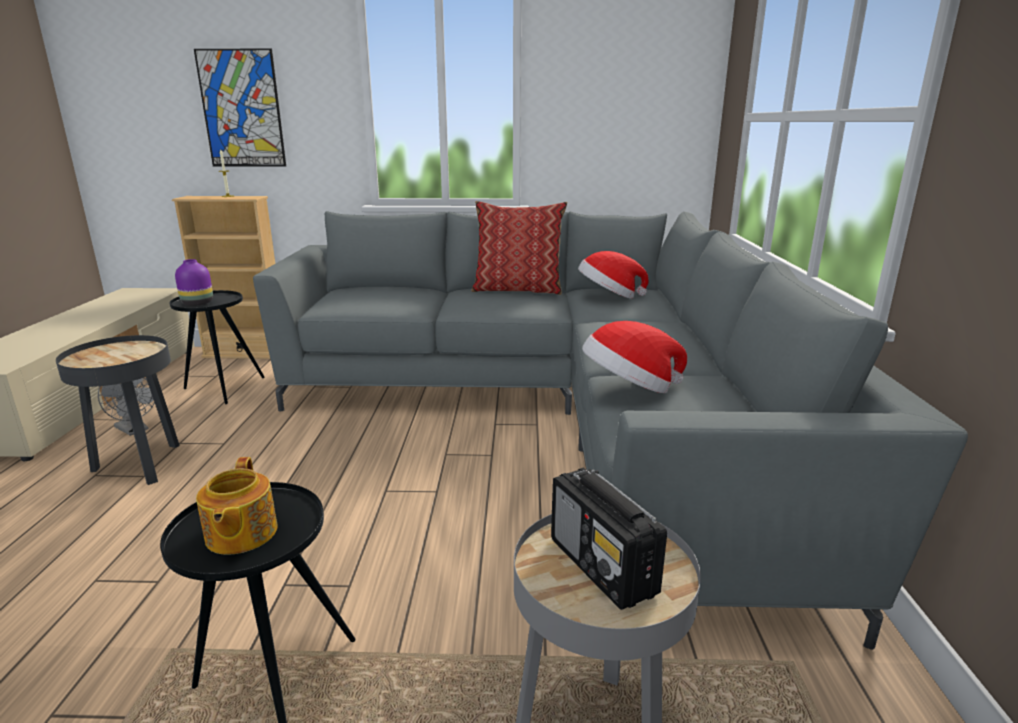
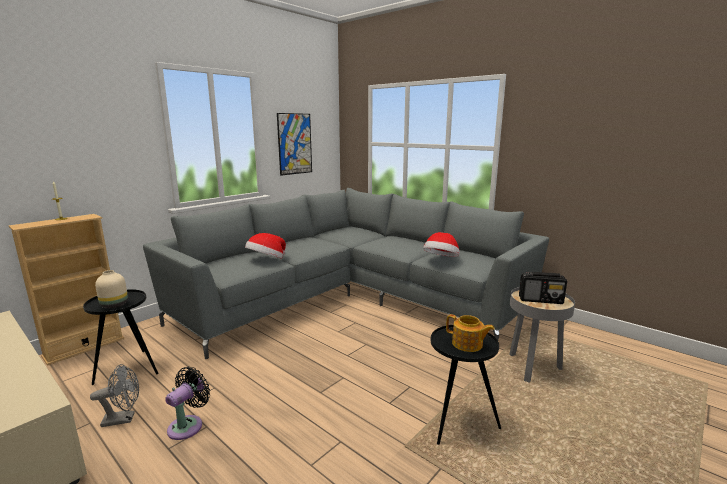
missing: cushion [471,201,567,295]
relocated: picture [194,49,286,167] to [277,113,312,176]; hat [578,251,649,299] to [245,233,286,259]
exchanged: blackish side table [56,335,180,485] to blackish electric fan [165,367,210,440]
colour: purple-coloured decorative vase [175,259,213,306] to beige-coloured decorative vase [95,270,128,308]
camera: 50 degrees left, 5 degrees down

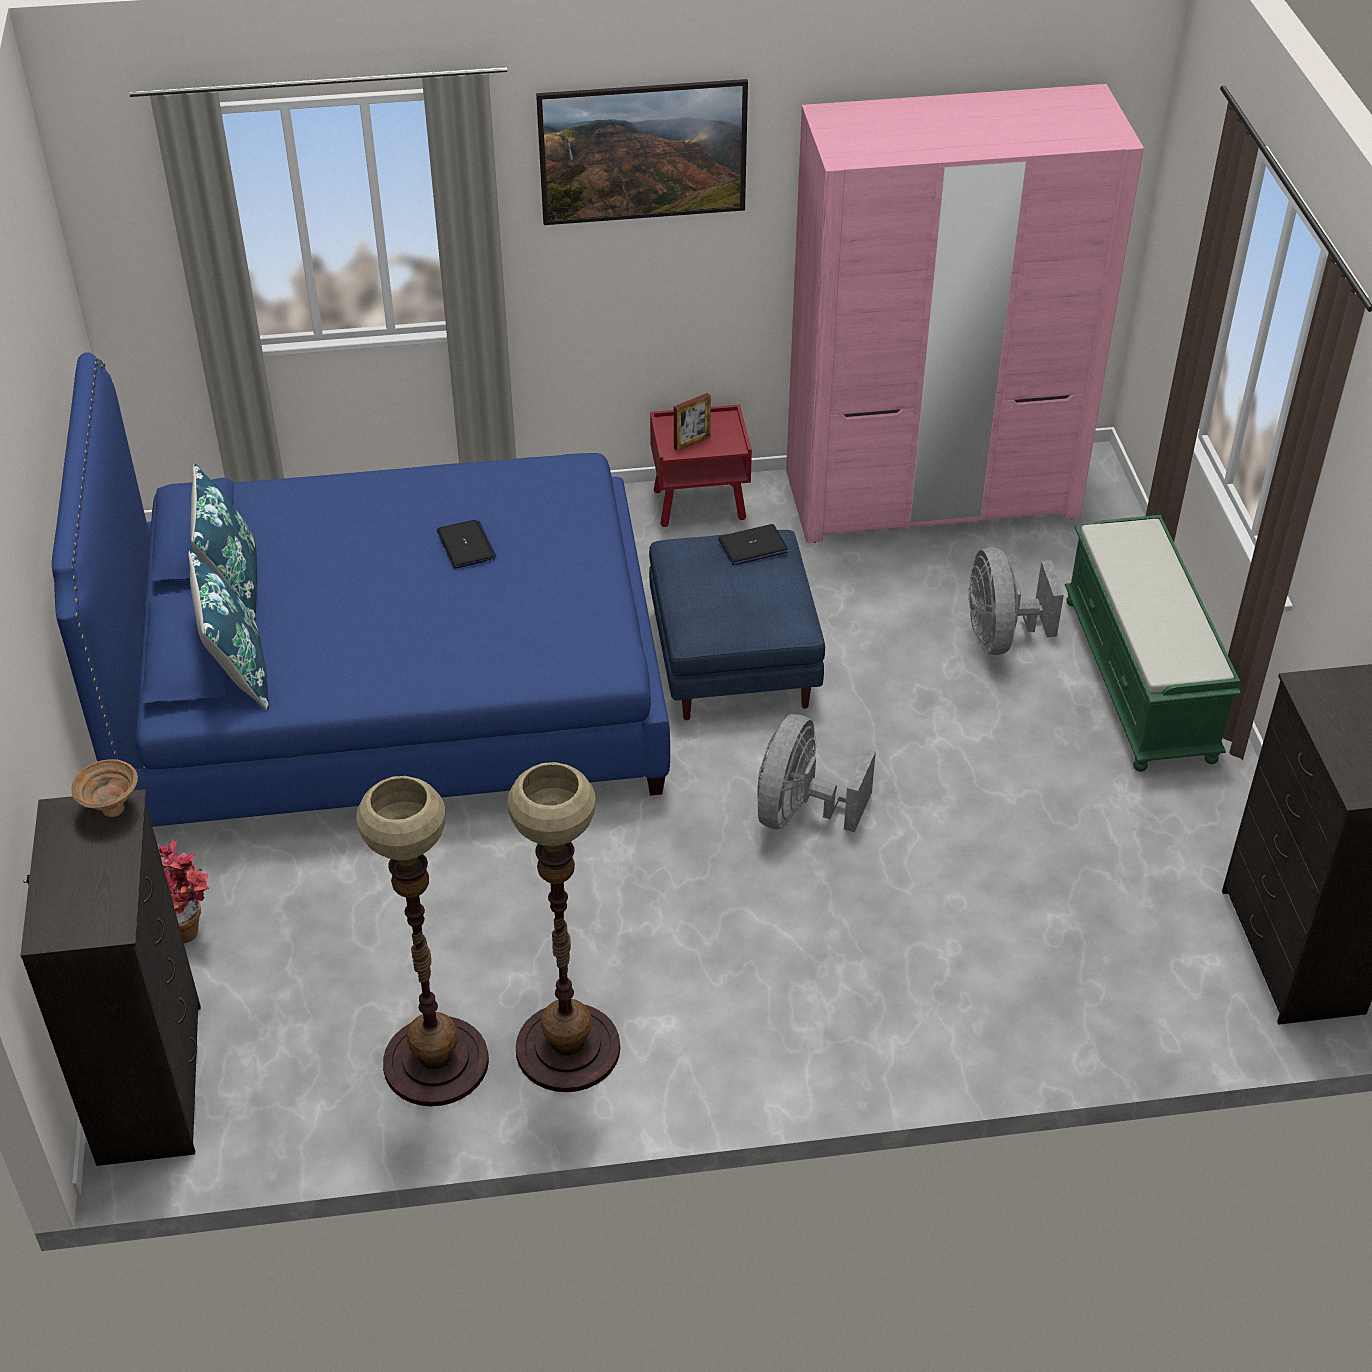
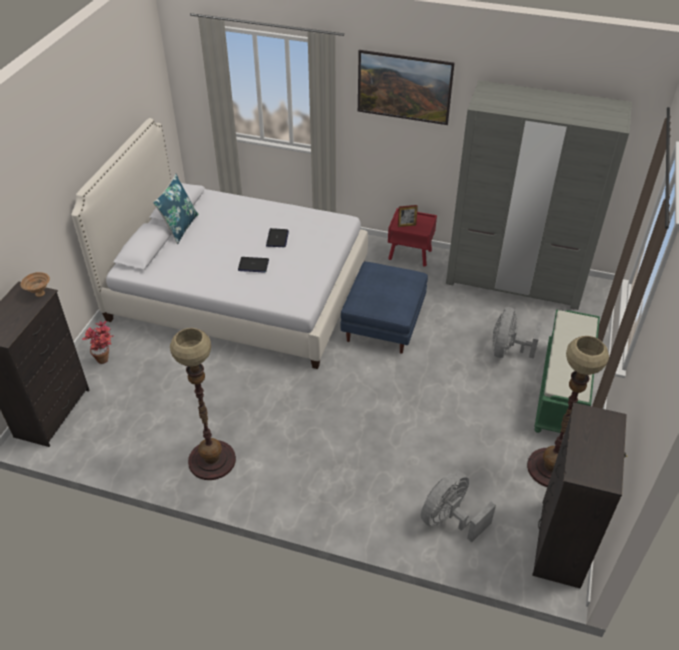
missing: bluish cushion [189,550,269,710]
relocated: portable computer [718,524,788,565] to [238,257,269,273]; greyish electric fan [757,714,876,832] to [421,471,496,542]; floor lamp [356,776,489,1106] to [527,336,609,487]
colour: pink clothes cupboard [786,84,1144,543] to greyish clothes cupboard [446,80,632,310]; bluish sleeping bed [52,352,670,827] to white sleeping bed [71,118,368,369]
camera: 25 degrees right, 0 degrees up

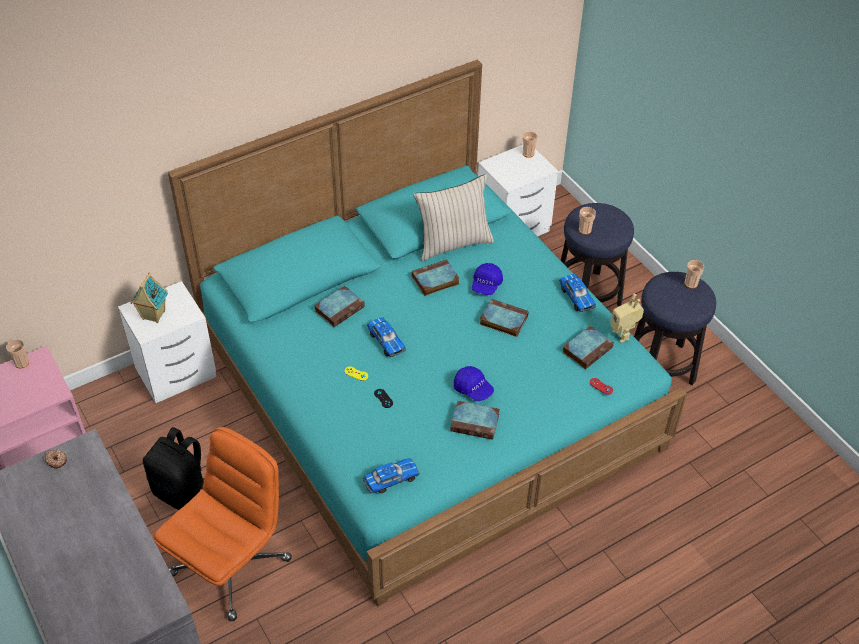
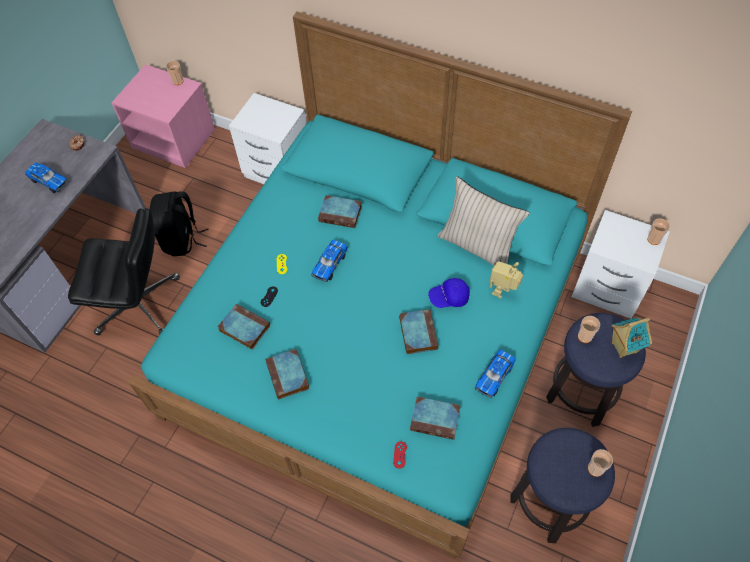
missing: bluish baseball cap [454,366,494,401]
relocated: volume [412,259,459,296] to [218,304,270,350]; model house [130,272,168,323] to [611,318,652,358]; model robot [610,293,644,343] to [490,261,523,299]; toy car [363,458,420,494] to [25,163,69,193]
colour: orangey computer chair [154,427,292,621] to blackish computer chair [68,208,180,335]
camera: 60 degrees right, 10 degrees up

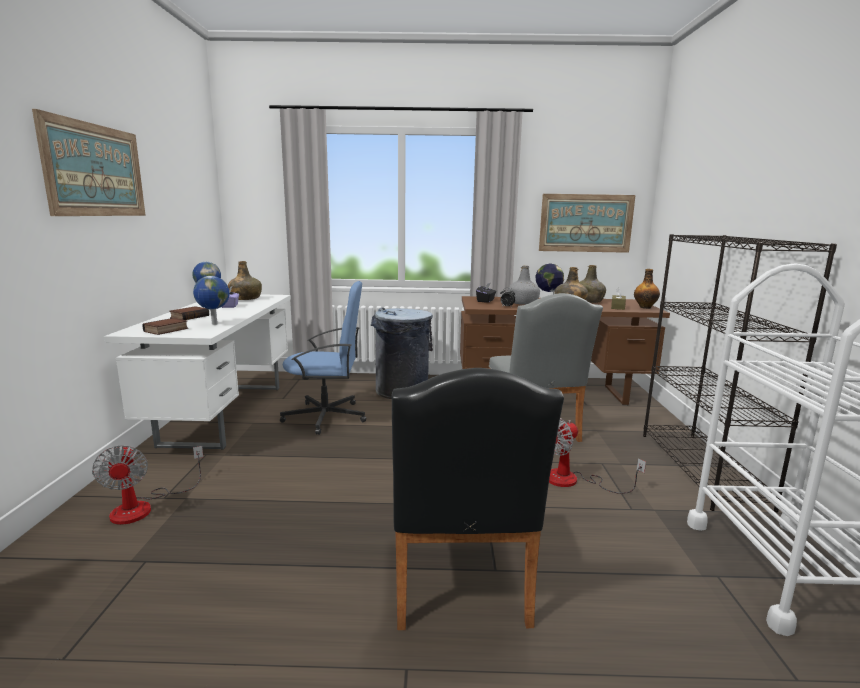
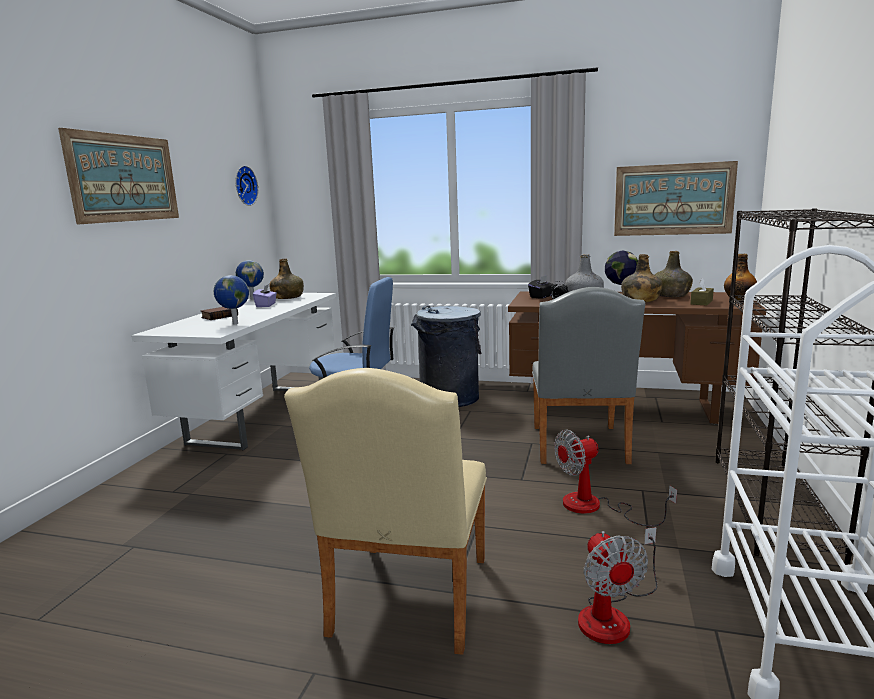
missing: volume [142,318,188,335]
appeared: clock on the wall [236,166,258,206]
relocated: electric fan [92,445,203,525] to [578,527,657,644]
colour: blackish plain chair [392,368,564,630] to beige-coloured plain chair [284,368,487,655]
camera: 15 degrees right, 0 degrees up

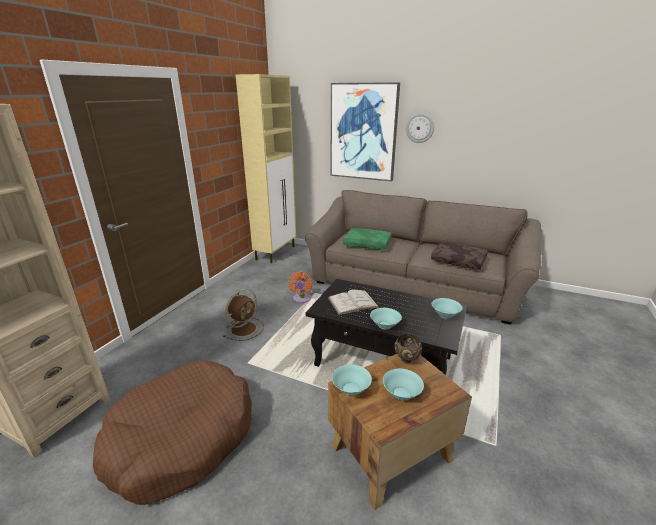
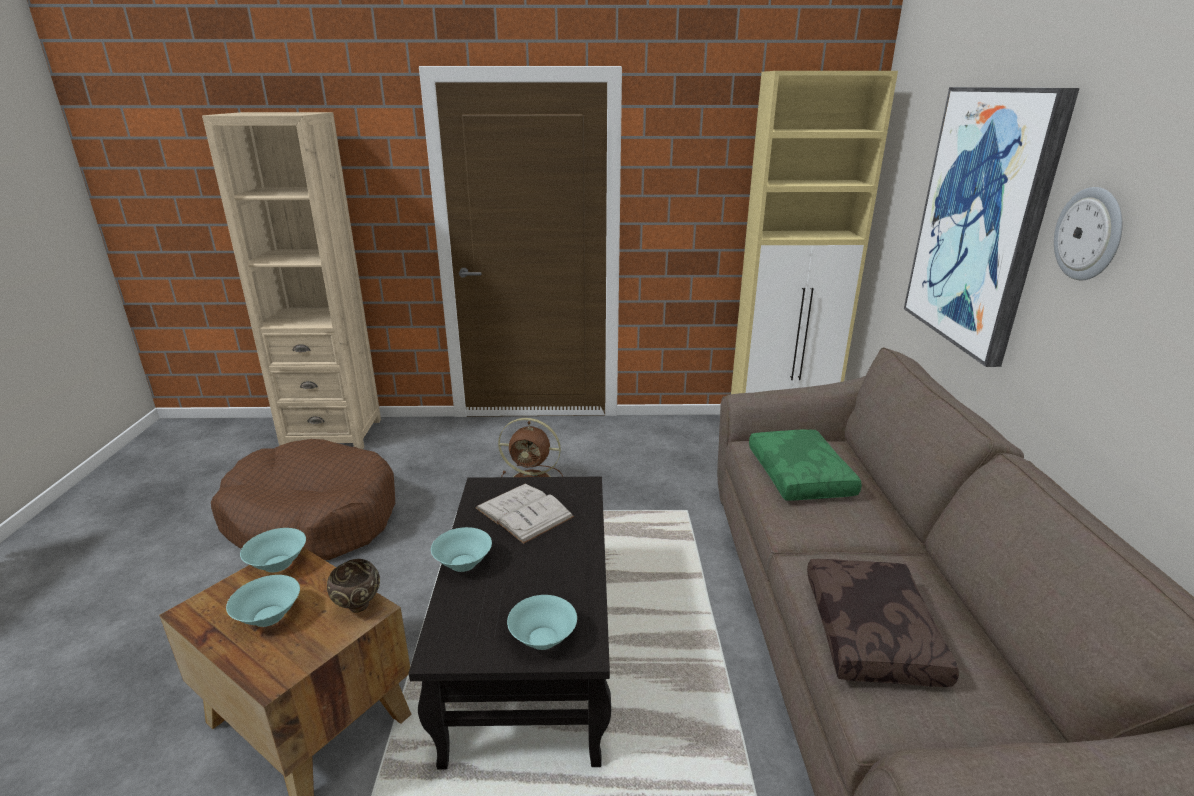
missing: orangey electric fan [288,272,313,303]
camera: 65 degrees right, 0 degrees up

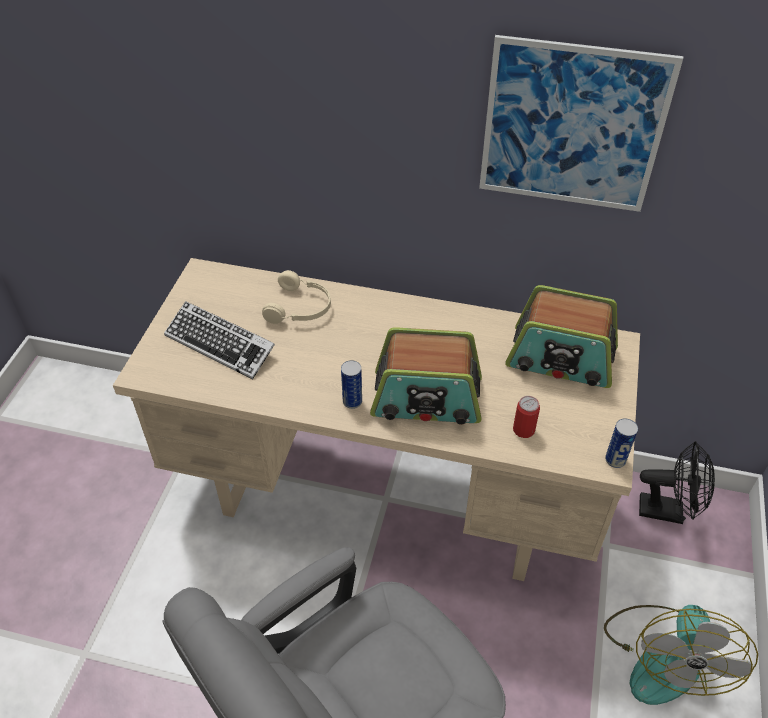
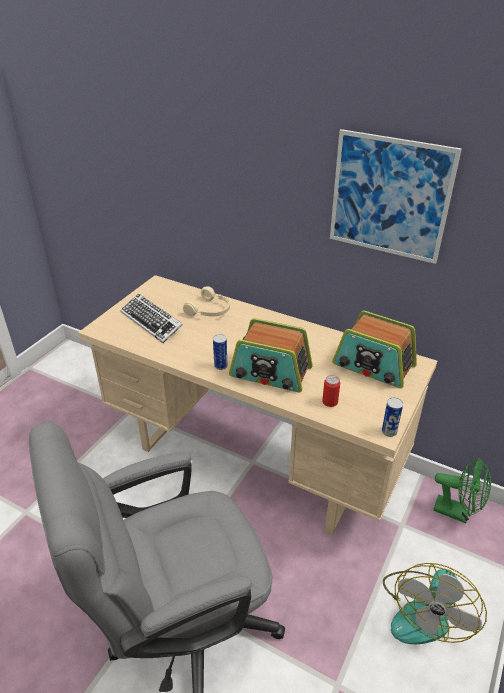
colour: blackish electric fan [639,441,715,524] to greenish electric fan [433,458,491,523]
camera: 15 degrees right, 10 degrees down

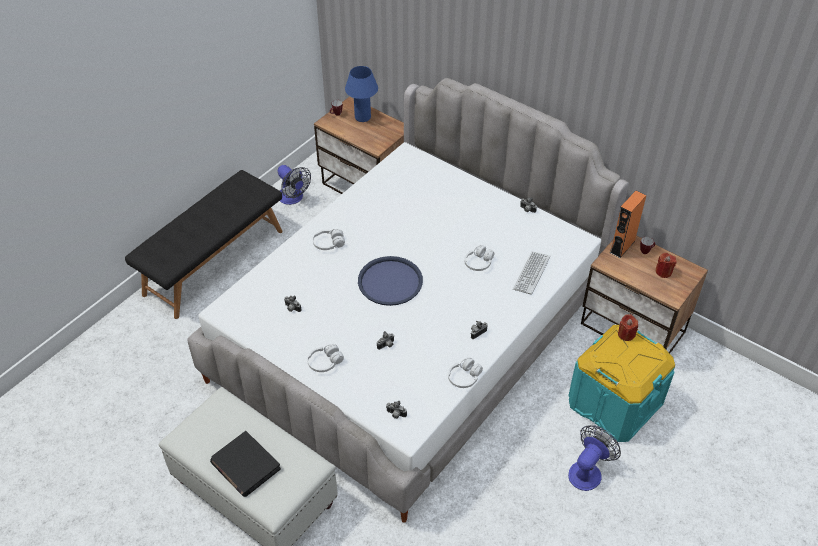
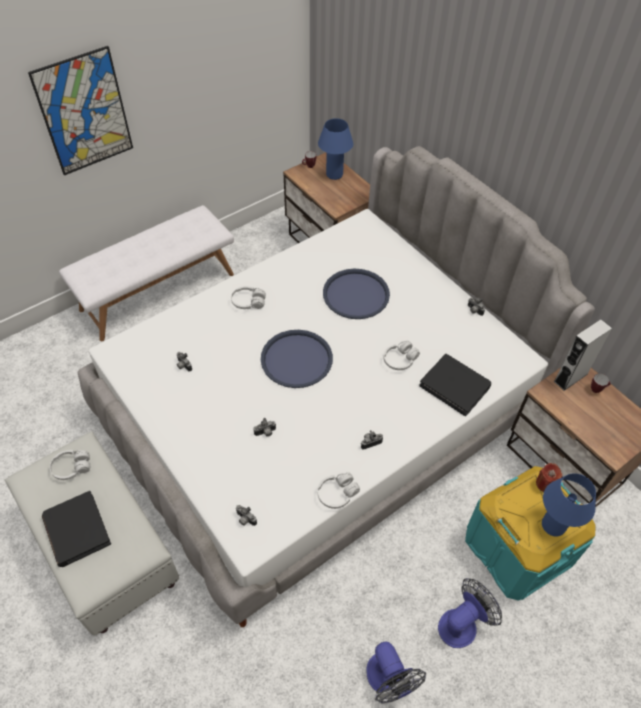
missing: reddish wax candle [656,253,676,278]
appeared: picture [28,46,133,175]; bluish carrying tray [323,269,390,319]; bluish table lamp [542,473,596,537]
relocated: electric fan [277,165,311,205] to [366,641,427,704]; white pair of headphones [307,344,344,372] to [50,450,90,480]
exchanged: keyboard [513,252,550,295] to blackish volume [419,354,491,416]
colour: blackish long seat [125,170,283,319] to white long seat [59,205,234,341]; orangey speaker [610,191,647,258] to greyish speaker [554,319,612,391]
camera: 15 degrees right, 5 degrees up

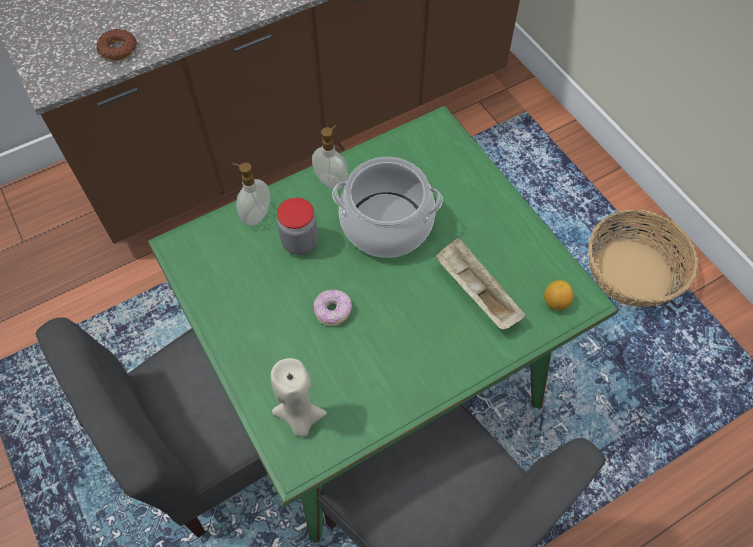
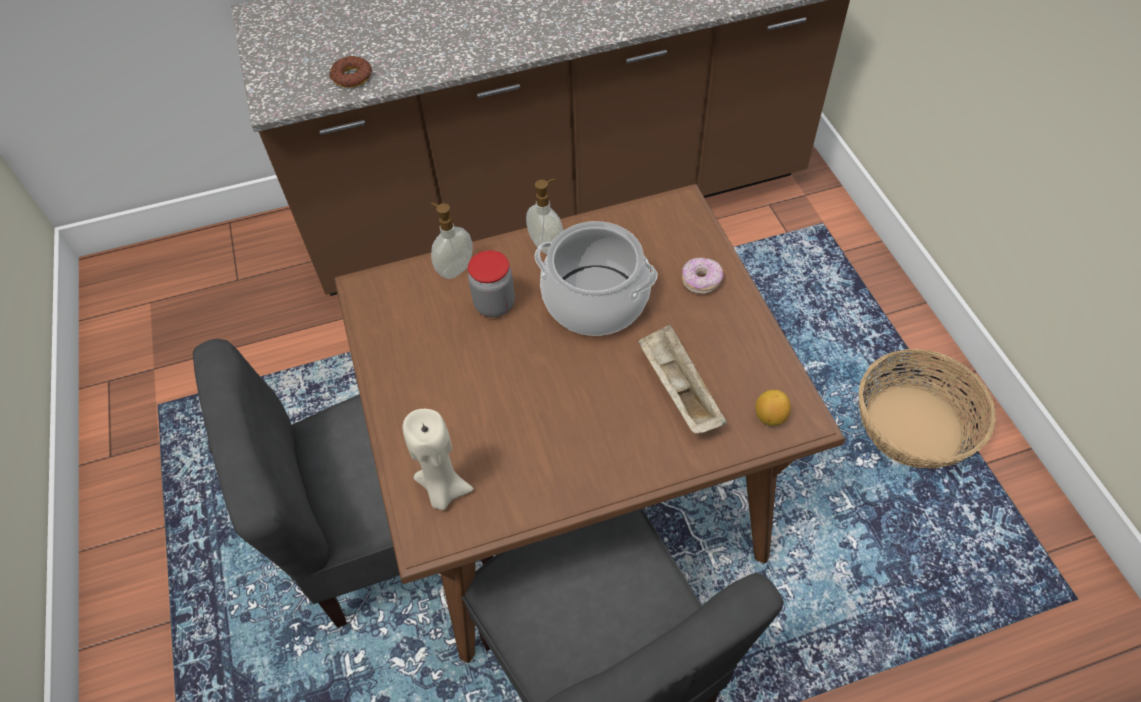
relocated: ring doughnut [313,289,352,326] to [682,257,723,294]
colour: greenish kitchen table [147,105,618,543] to brown kitchen table [334,184,845,663]
camera: 15 degrees right, 5 degrees down

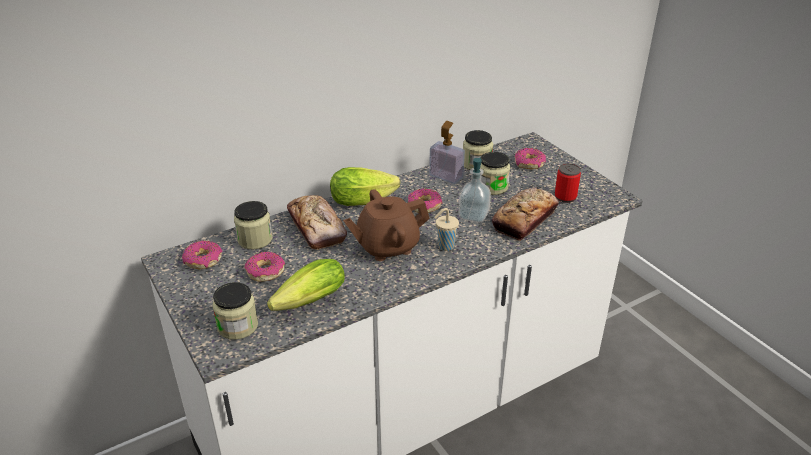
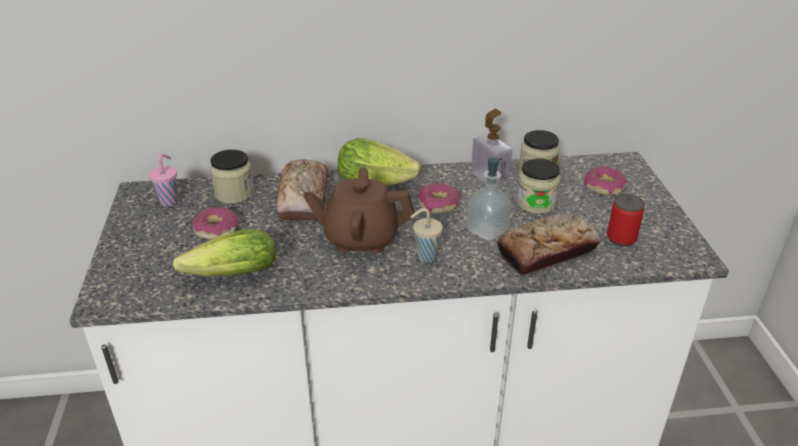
missing: jar [213,282,258,340]
exchanged: ring doughnut [182,240,223,269] to pink cup [149,154,178,207]
camera: 25 degrees right, 0 degrees up

